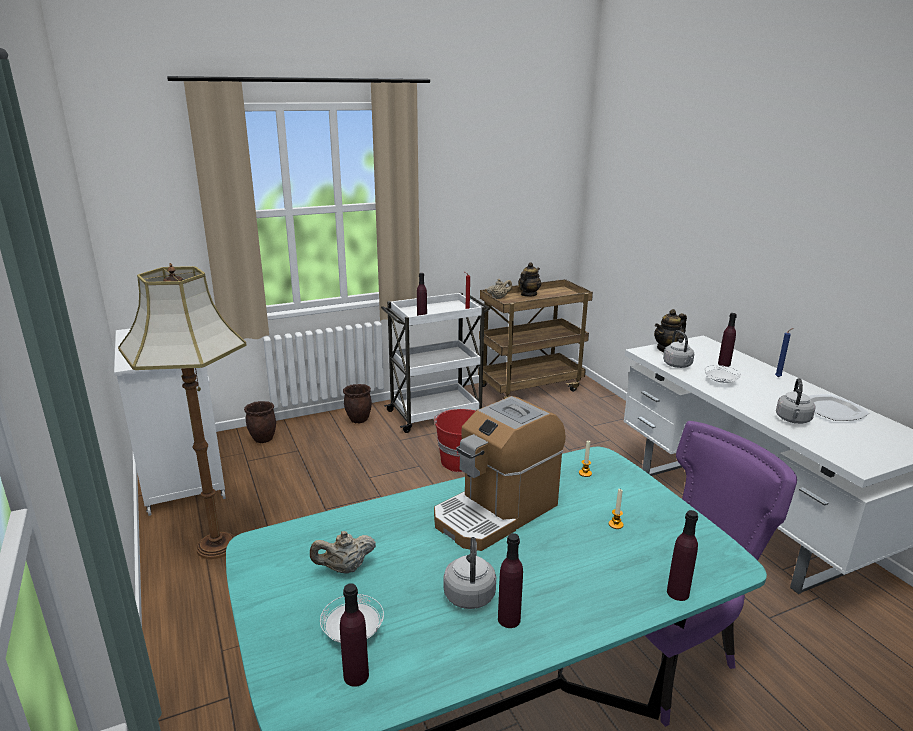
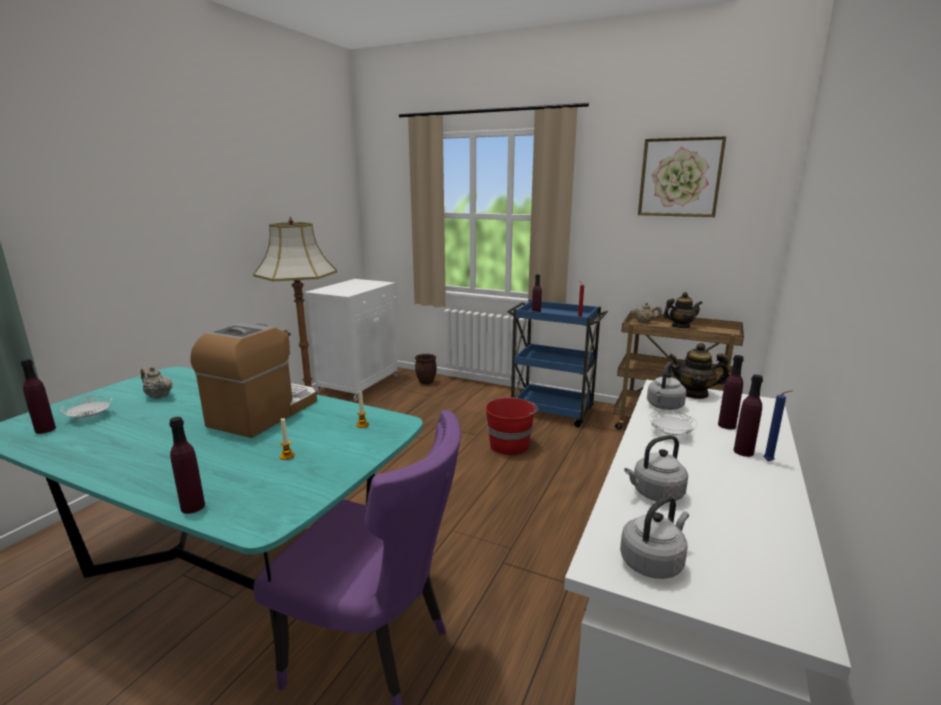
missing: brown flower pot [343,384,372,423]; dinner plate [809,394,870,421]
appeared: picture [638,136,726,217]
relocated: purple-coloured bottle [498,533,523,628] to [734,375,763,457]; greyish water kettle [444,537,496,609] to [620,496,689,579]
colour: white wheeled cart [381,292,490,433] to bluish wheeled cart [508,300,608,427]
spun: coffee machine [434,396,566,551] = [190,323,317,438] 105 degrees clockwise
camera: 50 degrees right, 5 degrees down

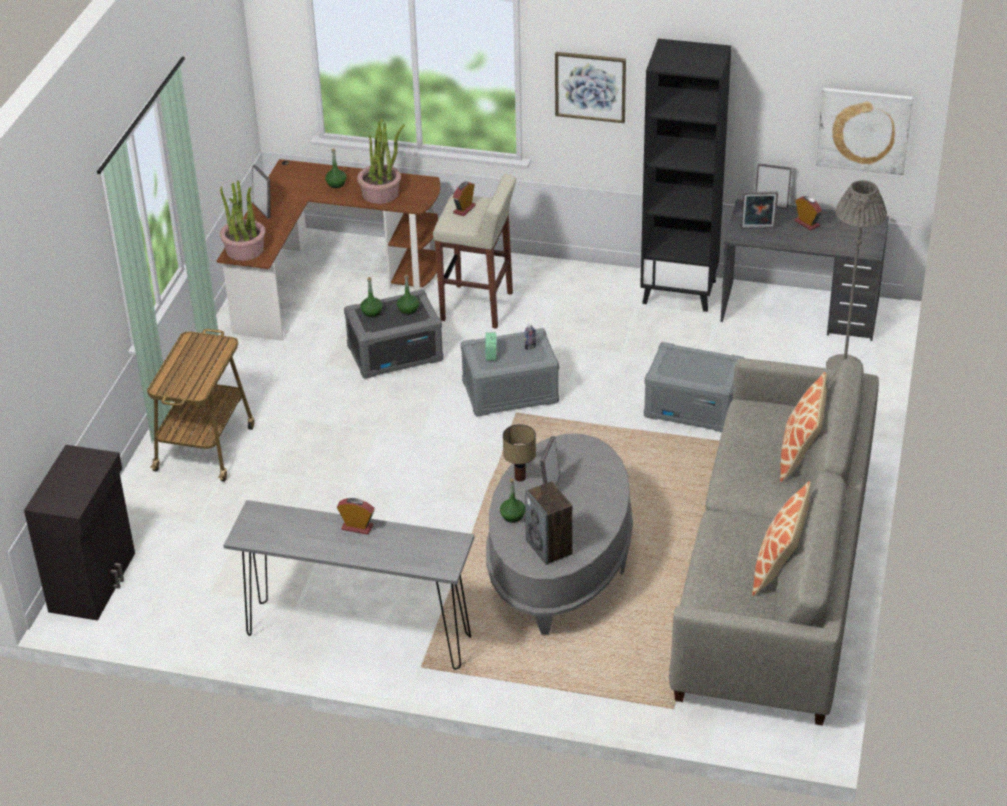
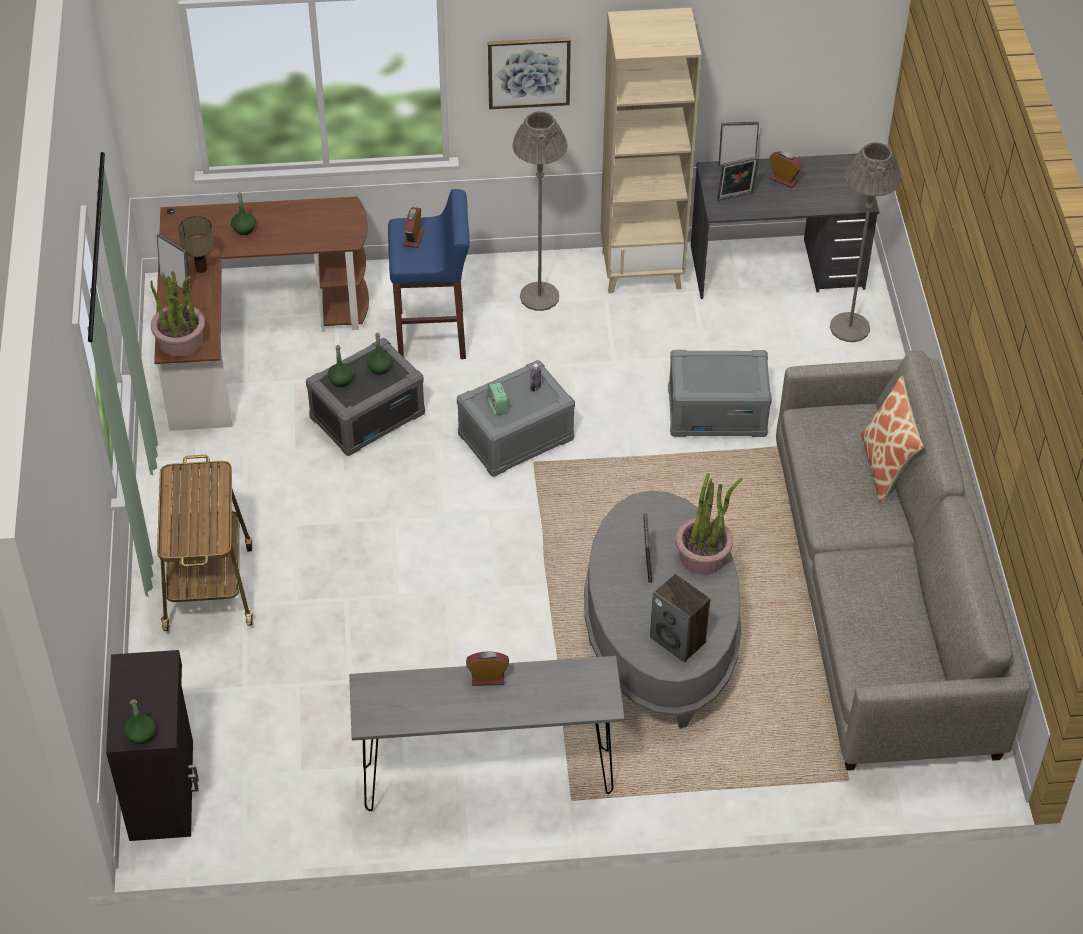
missing: picture [816,88,913,175]; cushion [752,481,811,596]
appeared: greyish floor lamp [513,111,567,311]
relocated: potted plant [357,118,405,204] to [676,473,743,574]; table lamp [503,424,536,481] to [178,216,215,273]; greenish bottle [500,479,525,523] to [124,699,155,744]
colour: blackish bookshelf [640,39,731,312] to beige-coloured bookshelf [600,8,702,293]; beige-coloured sitting stool [433,174,516,329] to bluish sitting stool [388,189,470,359]
camera: 20 degrees left, 10 degrees up

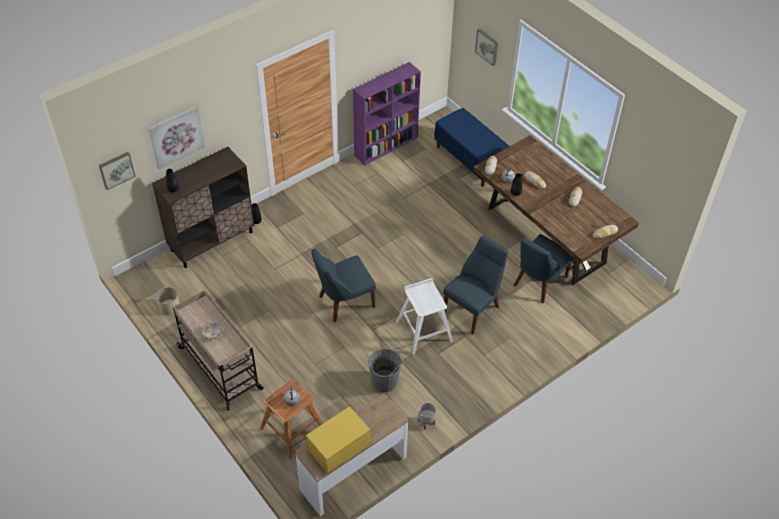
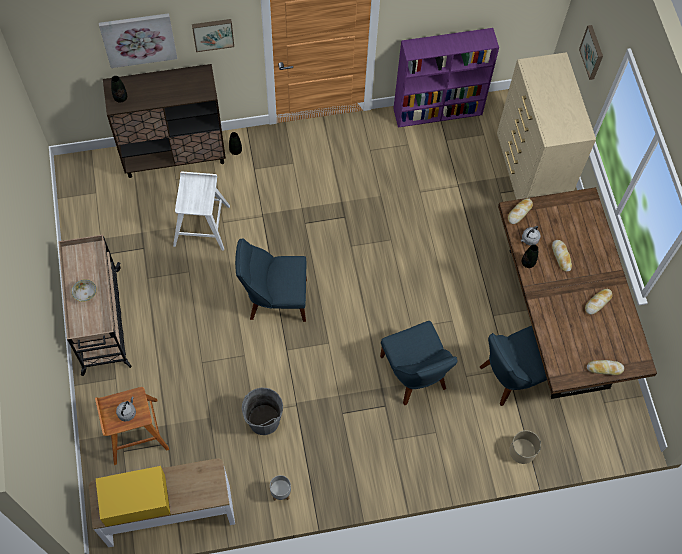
relocated: picture [99,152,136,190] to [192,19,234,52]; white sitting stool [396,278,453,355] to [173,172,230,251]; beige-coloured flower pot [156,287,179,315] to [509,430,541,464]
exchanged: bluish long seat [434,108,509,187] to beige-coloured drawer chest [497,52,596,200]
spun: bluish plain chair [443,236,508,334] = [380,321,457,405] 90 degrees clockwise
camera: 25 degrees right, 15 degrees up

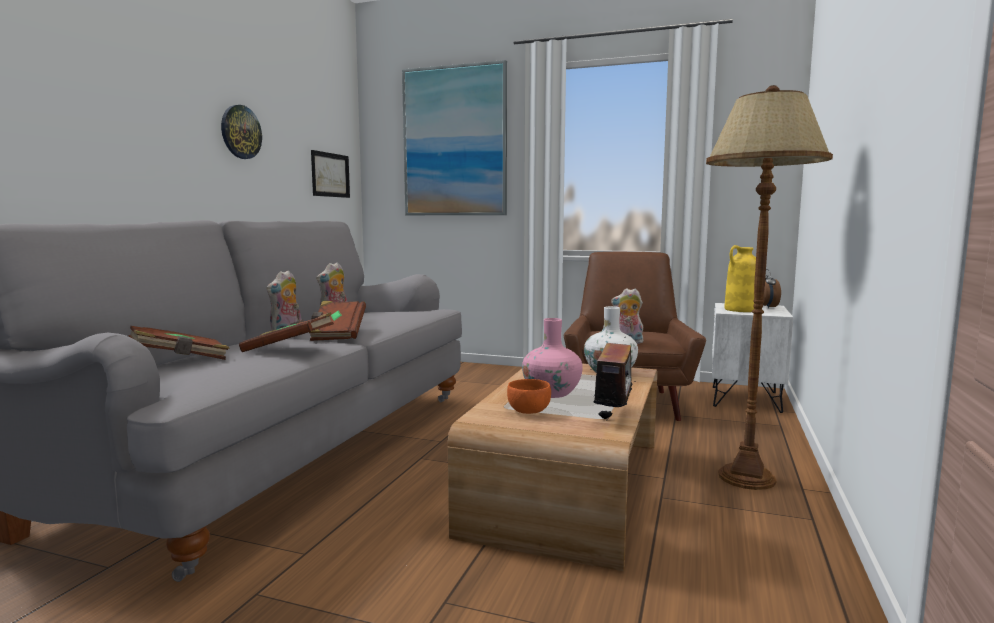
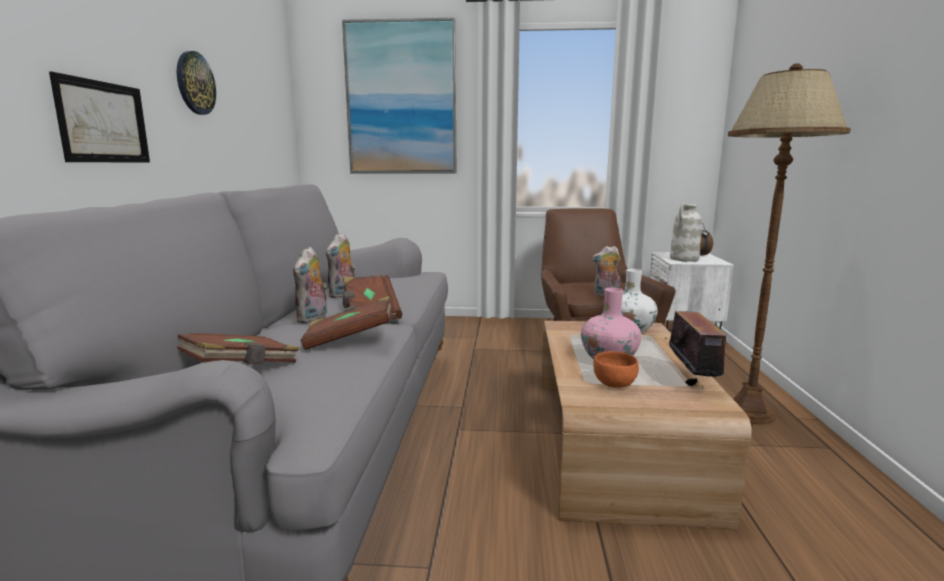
relocated: picture [311,150,350,198] to [49,72,150,162]
colour: yellowish decorative vase [724,245,756,312] to white decorative vase [670,203,702,262]
camera: 15 degrees left, 5 degrees up

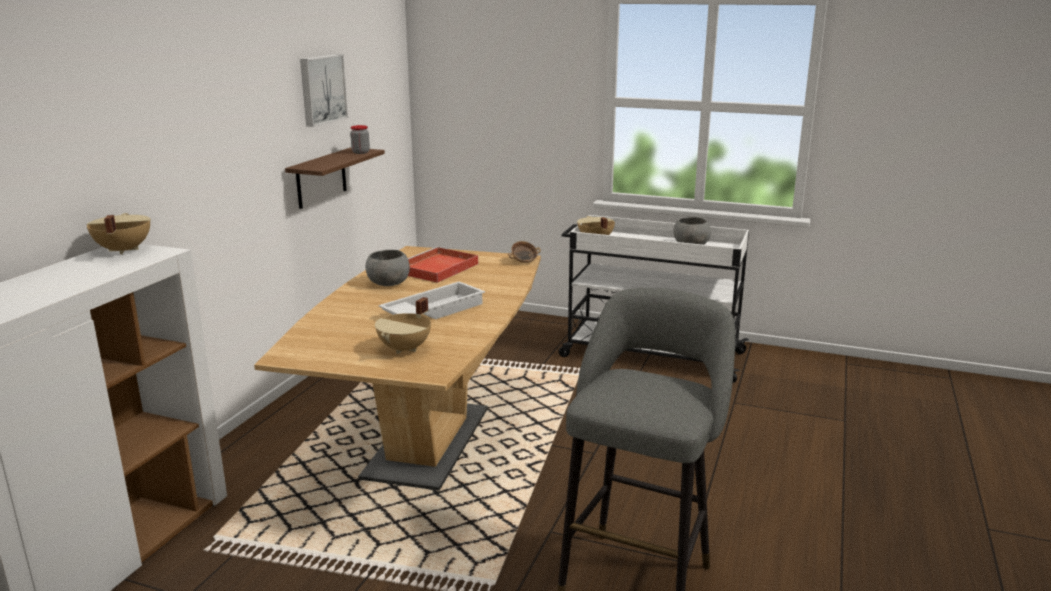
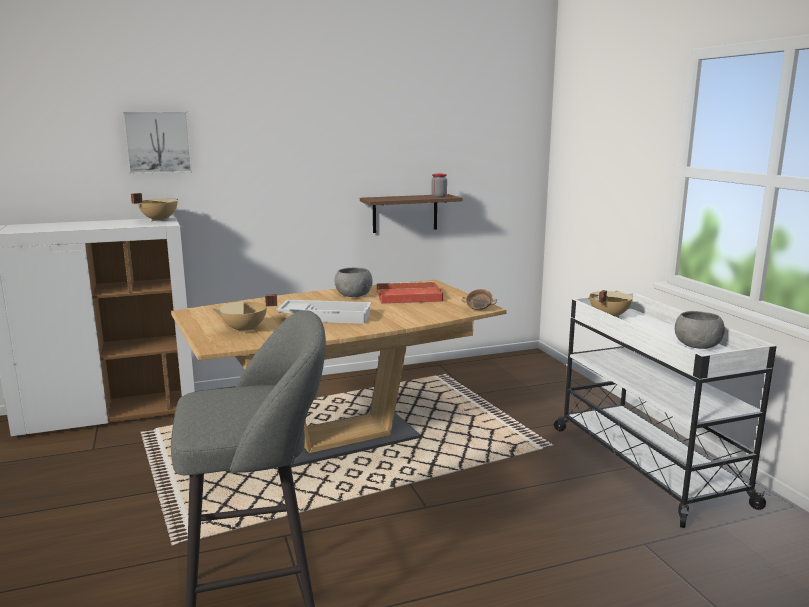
relocated: picture [300,54,348,127] to [123,111,192,174]
camera: 50 degrees right, 5 degrees down

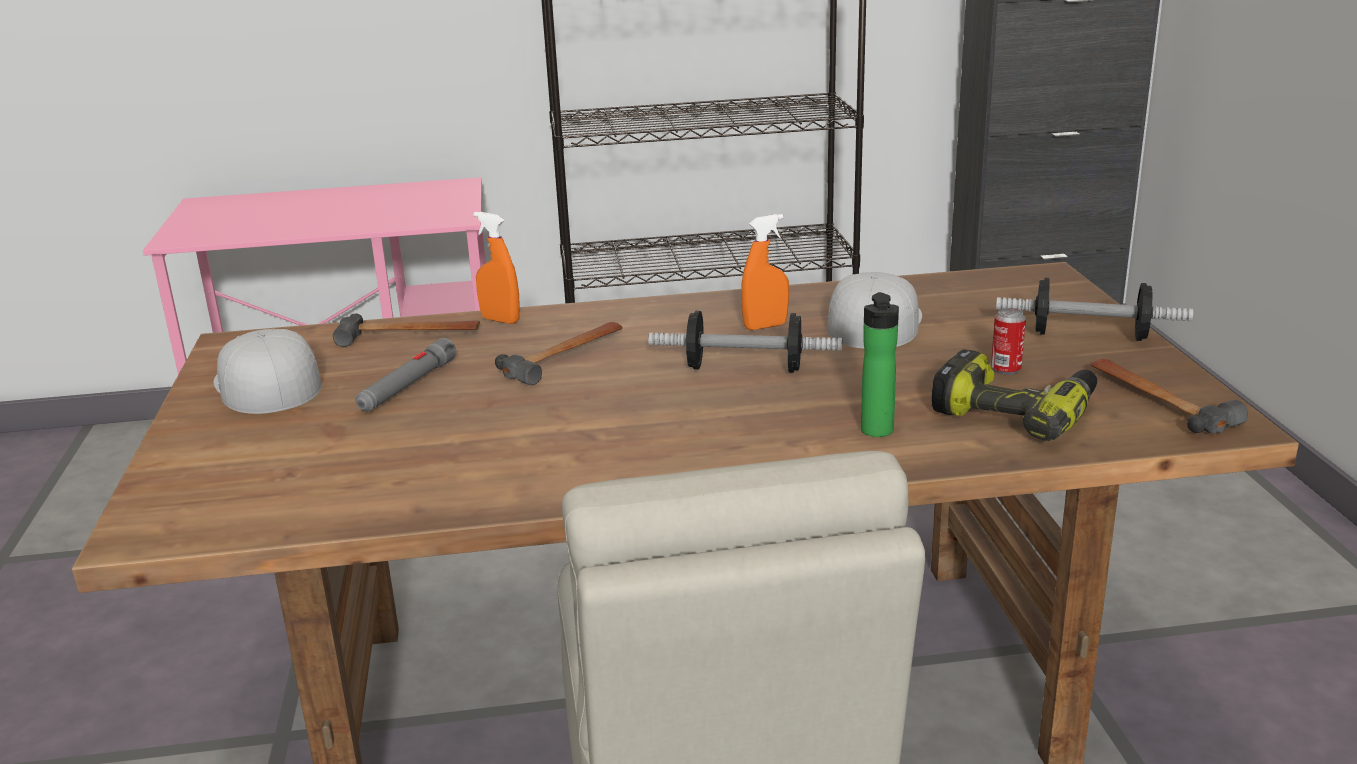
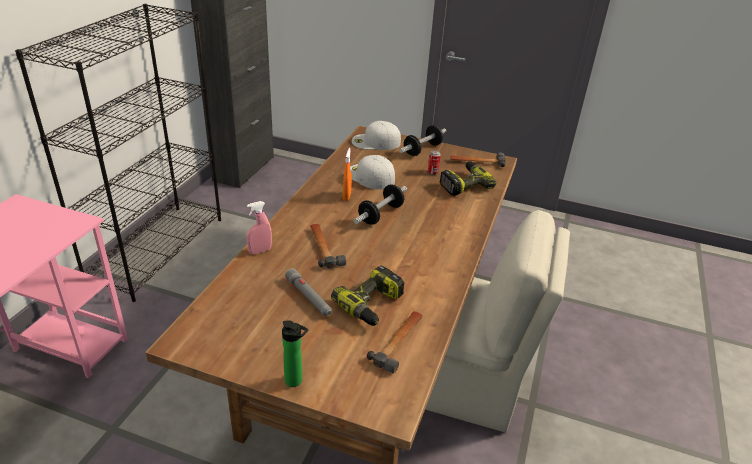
appeared: electric drill [331,266,404,326]
relocated: bottle [861,292,899,437] to [282,320,308,387]; tool hammer [333,314,480,347] to [367,311,423,373]; white baseball cap [214,329,321,414] to [352,121,401,150]
colour: orangey spray bottle [474,212,520,324] to pink spray bottle [246,201,272,255]
camera: 65 degrees left, 10 degrees up

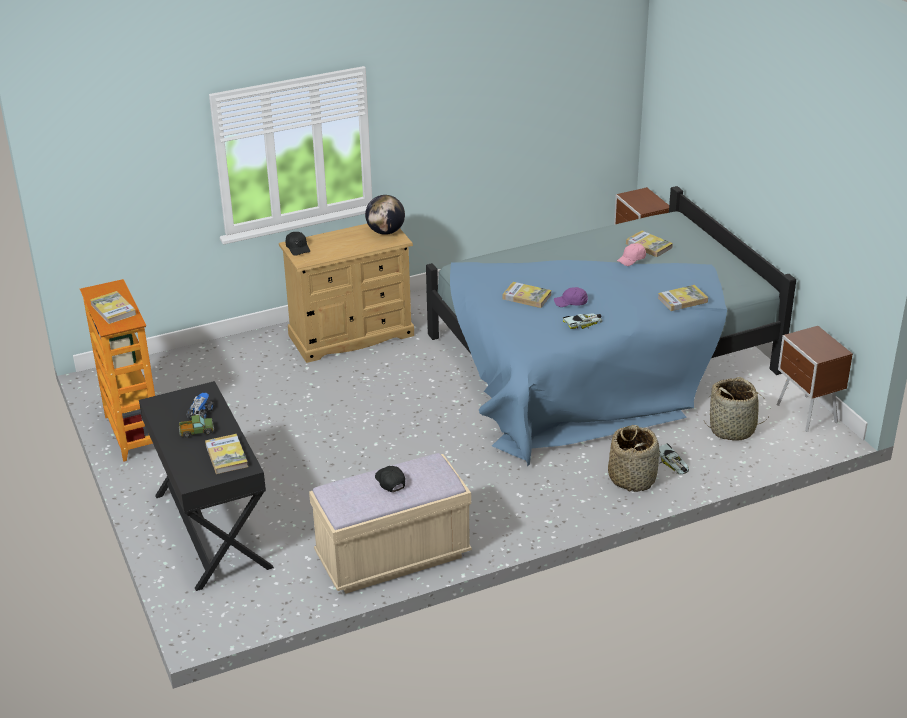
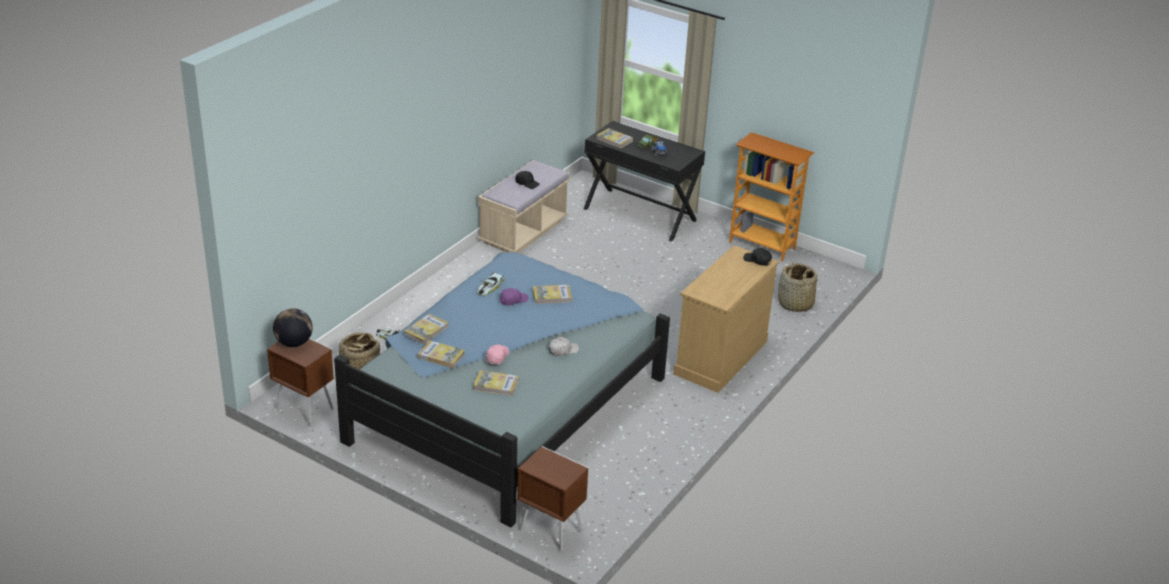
appeared: white baseball cap [548,337,579,356]
relocated: desk globe [365,195,405,235] to [273,308,313,347]; volume [90,291,136,324] to [418,340,465,368]; storage basket [608,425,660,492] to [778,262,817,312]
camera: 145 degrees right, 0 degrees up

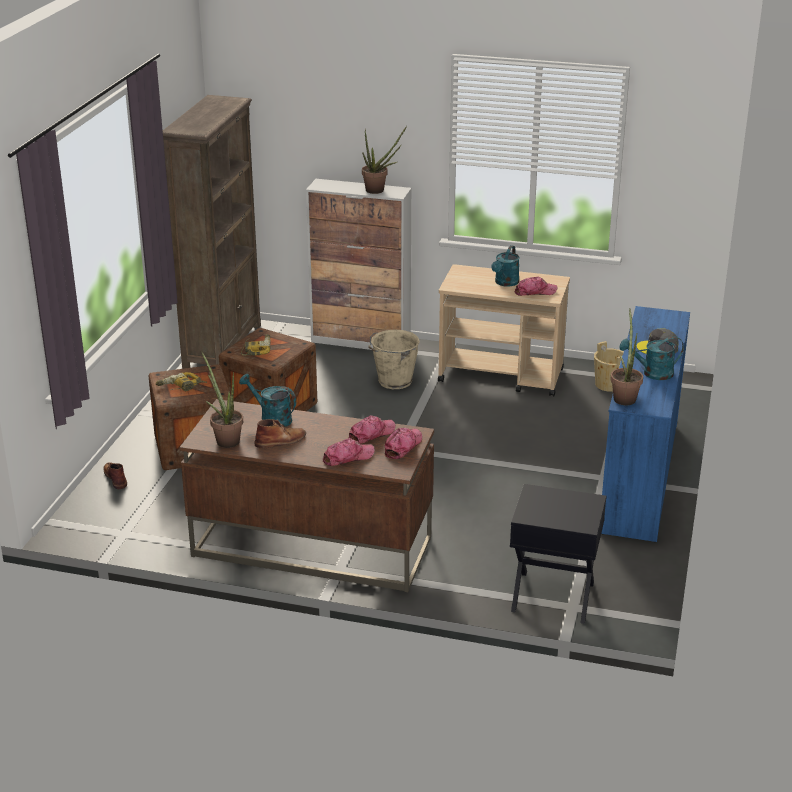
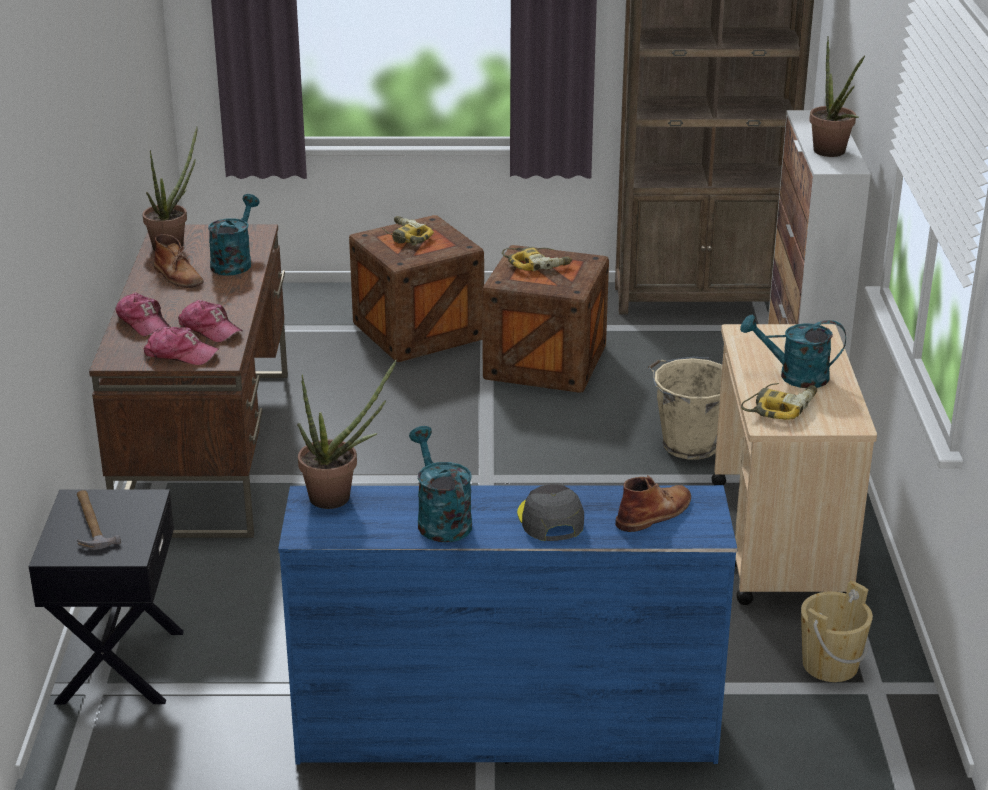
appeared: tool hammer [77,490,121,550]
relocated: brown boot [103,462,127,489] to [615,475,691,532]
exchanged: baseball cap [515,277,557,296] to electric drill [741,383,817,420]
camera: 75 degrees right, 0 degrees up

